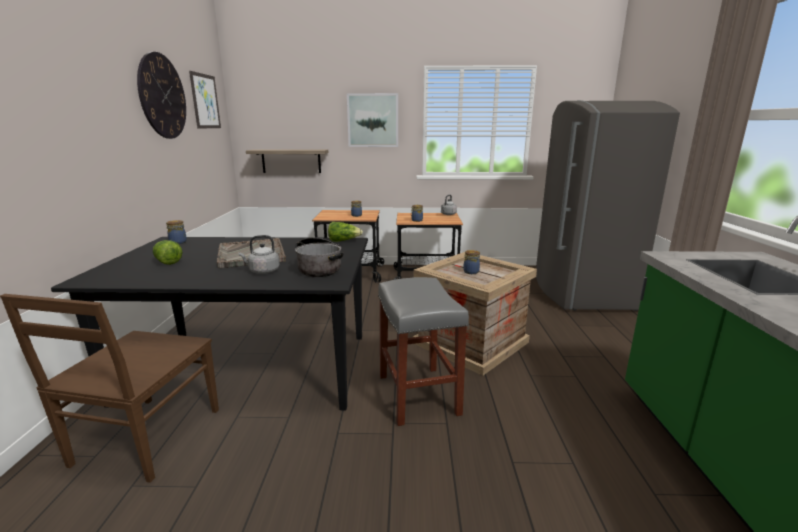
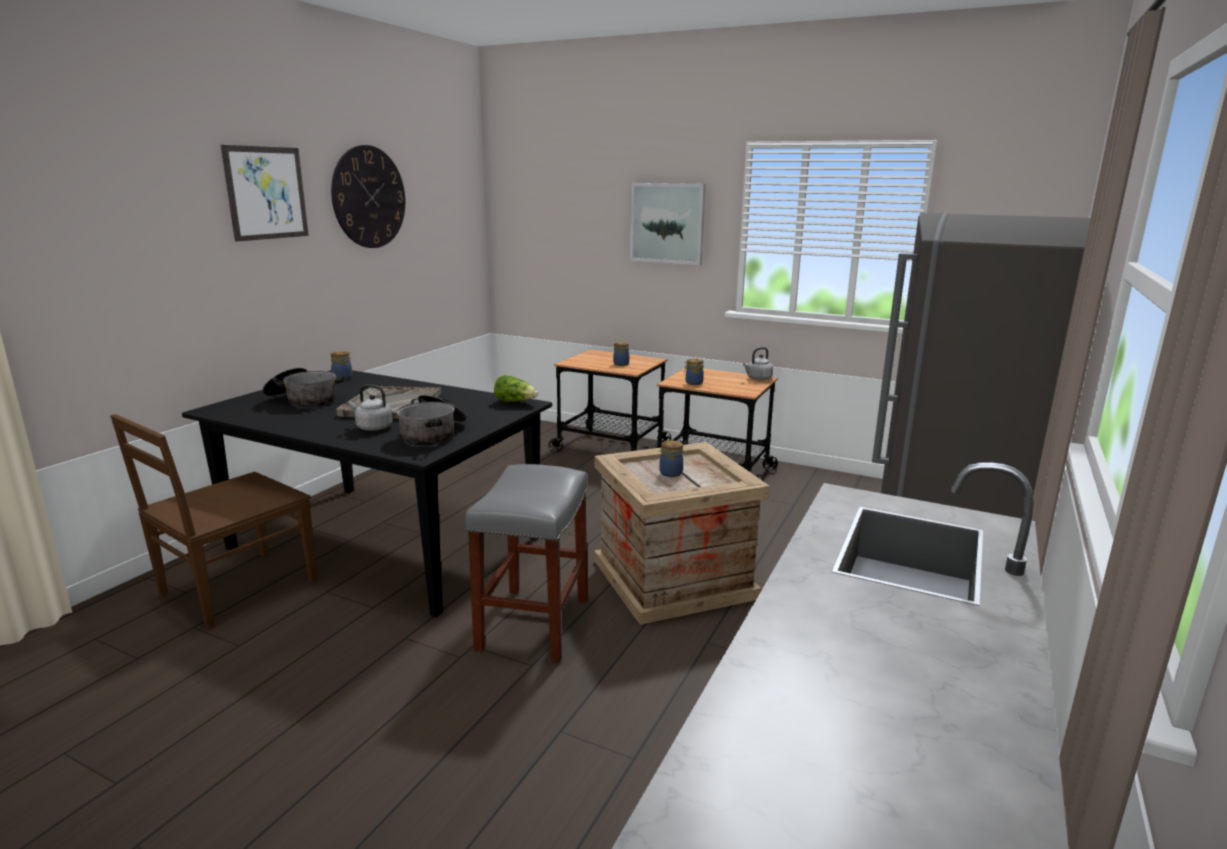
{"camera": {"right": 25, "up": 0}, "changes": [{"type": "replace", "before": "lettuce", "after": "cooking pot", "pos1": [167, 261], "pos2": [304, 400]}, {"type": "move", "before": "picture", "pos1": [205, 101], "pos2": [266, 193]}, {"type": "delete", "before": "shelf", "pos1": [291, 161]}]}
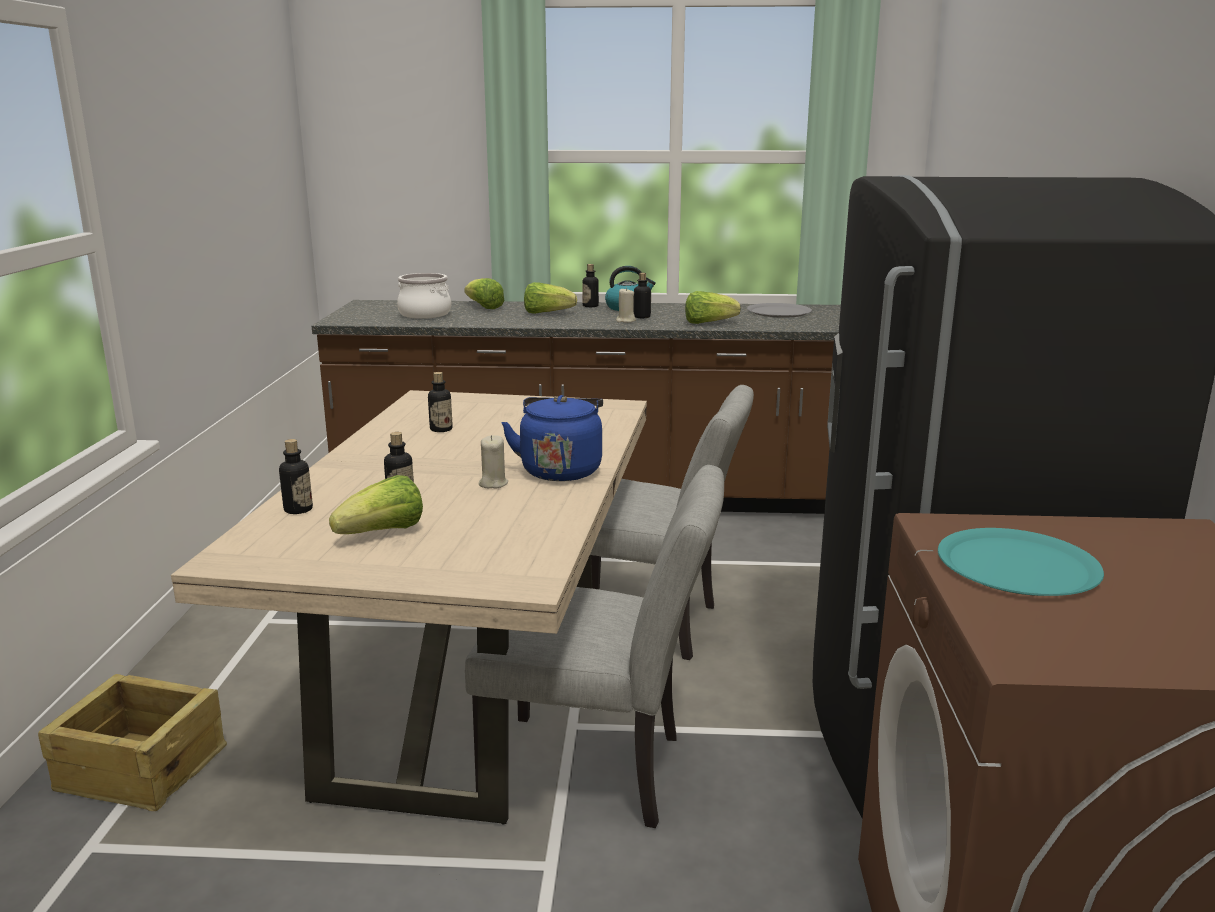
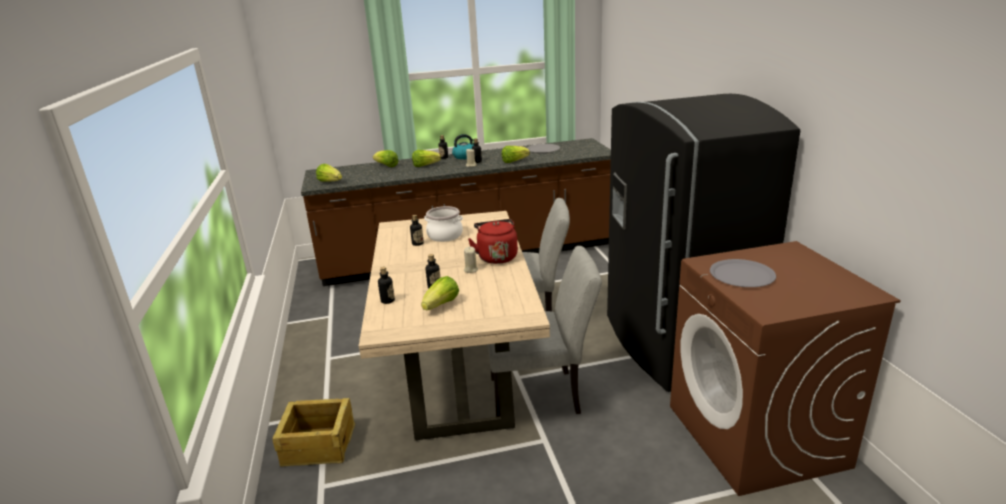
{"camera": {"right": -15, "up": 5}, "changes": [{"type": "move", "before": "cooking pot", "pos1": [424, 314], "pos2": [445, 236]}, {"type": "recolor", "before": "blue kettle", "after": "red kettle", "pos1": [561, 470], "pos2": [496, 257]}, {"type": "recolor", "before": "turquoise plate", "after": "grey plate", "pos1": [1017, 565], "pos2": [742, 275]}, {"type": "insert", "after": "lettuce", "pos2": [330, 182]}]}
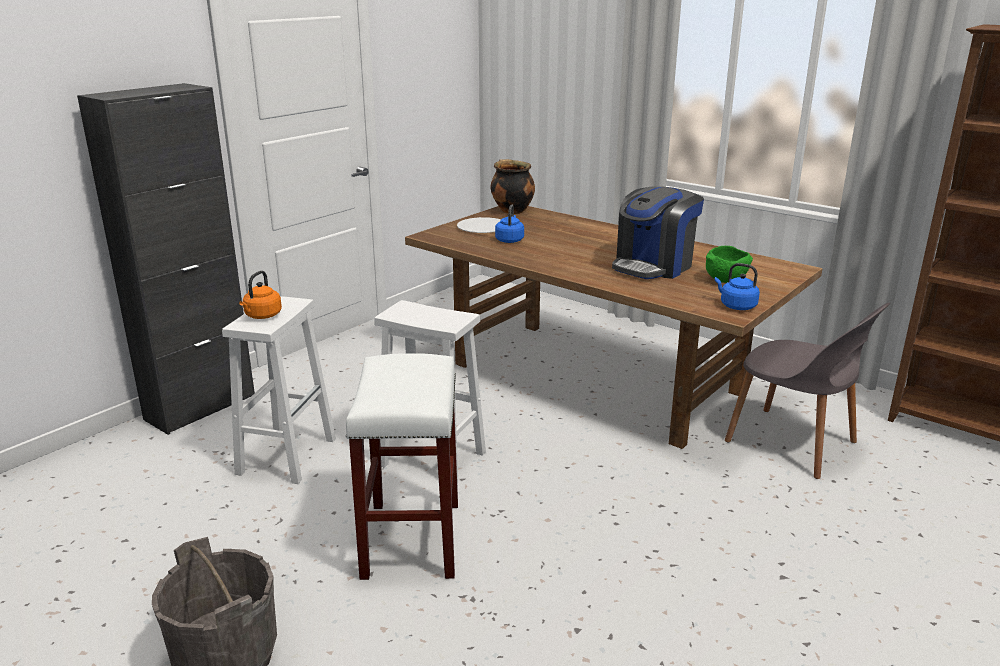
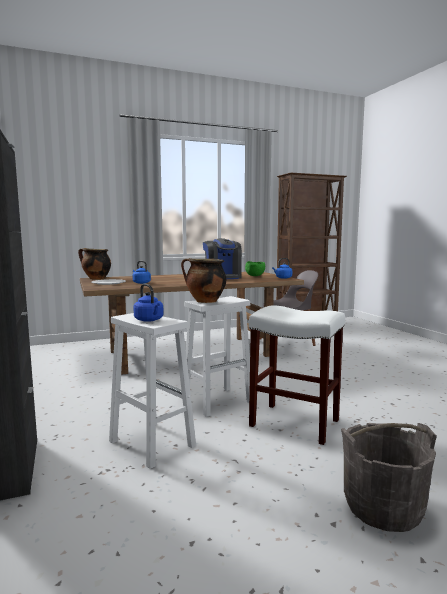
{"camera": {"right": -60, "up": -15}, "changes": [{"type": "recolor", "before": "orange kettle", "after": "blue kettle", "pos1": [262, 316], "pos2": [149, 320]}, {"type": "insert", "after": "cooking pot", "pos2": [205, 301]}]}
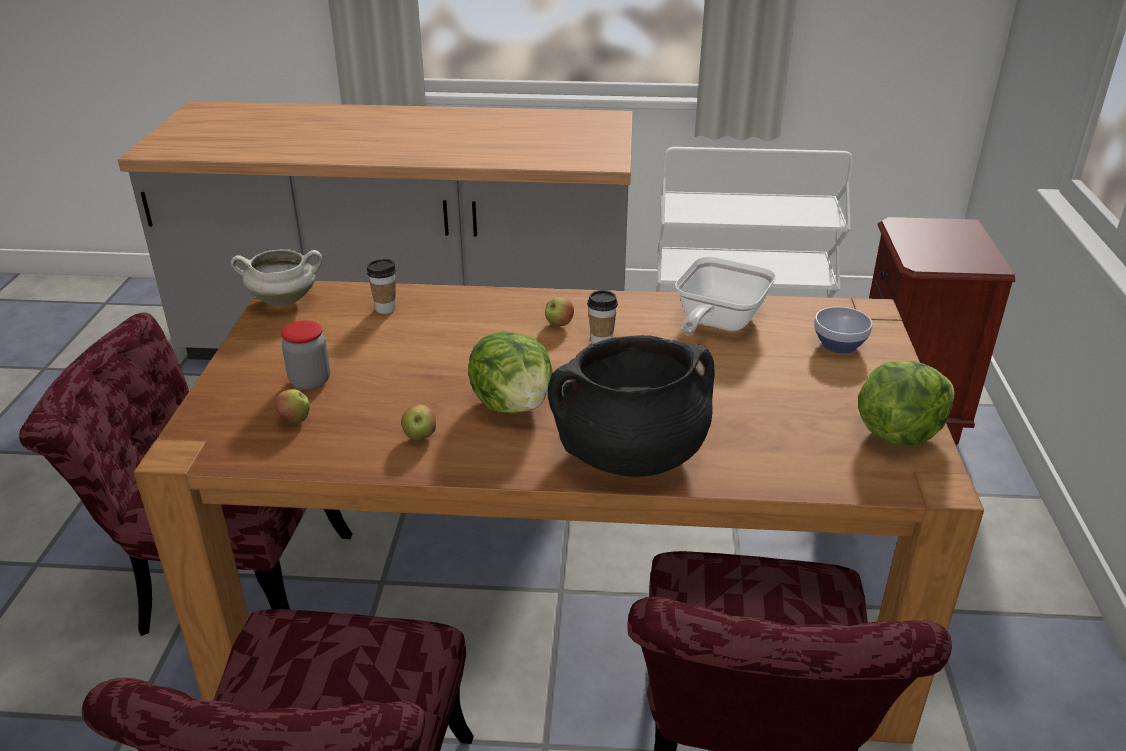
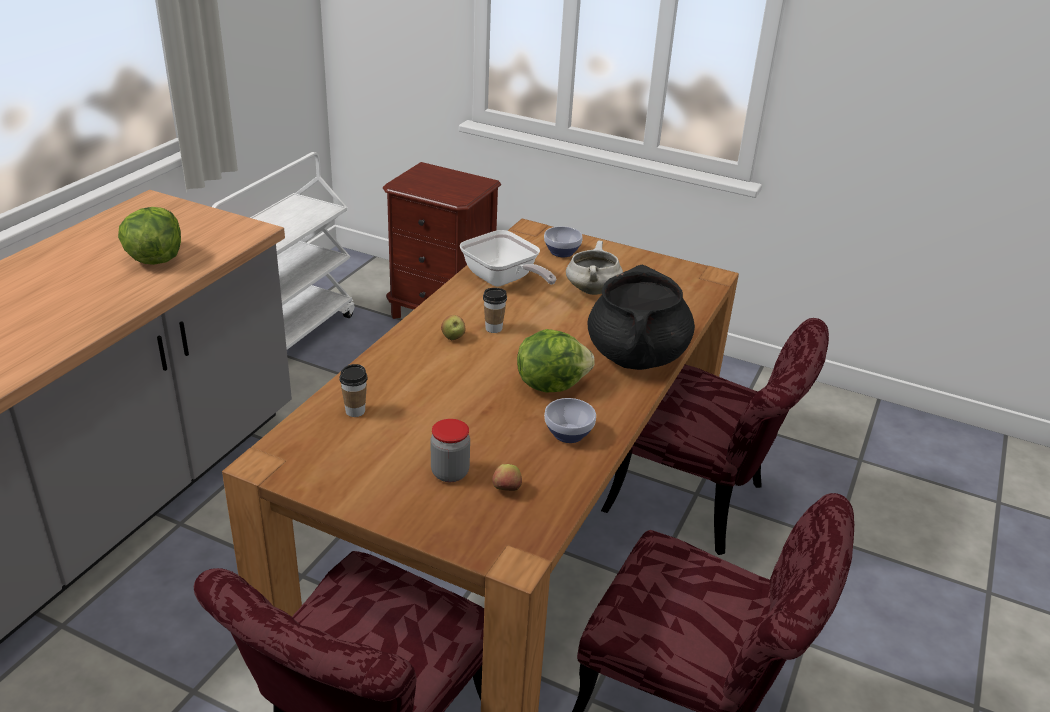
{"camera": {"right": -70, "up": 0}, "changes": [{"type": "move", "before": "white cooking pot", "pos1": [284, 300], "pos2": [591, 290]}, {"type": "replace", "before": "apple", "after": "bowl", "pos1": [420, 436], "pos2": [567, 433]}, {"type": "move", "before": "lettuce", "pos1": [898, 432], "pos2": [155, 259]}]}
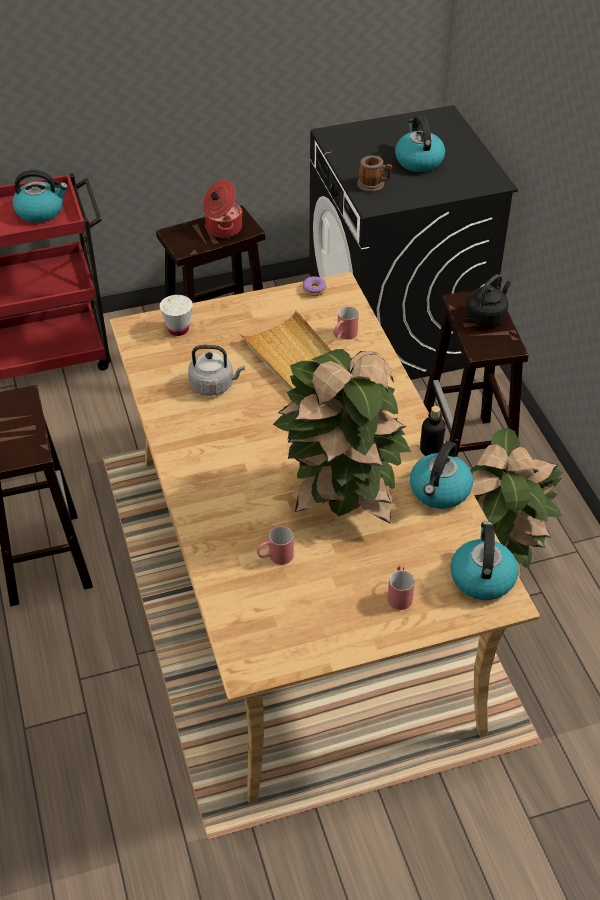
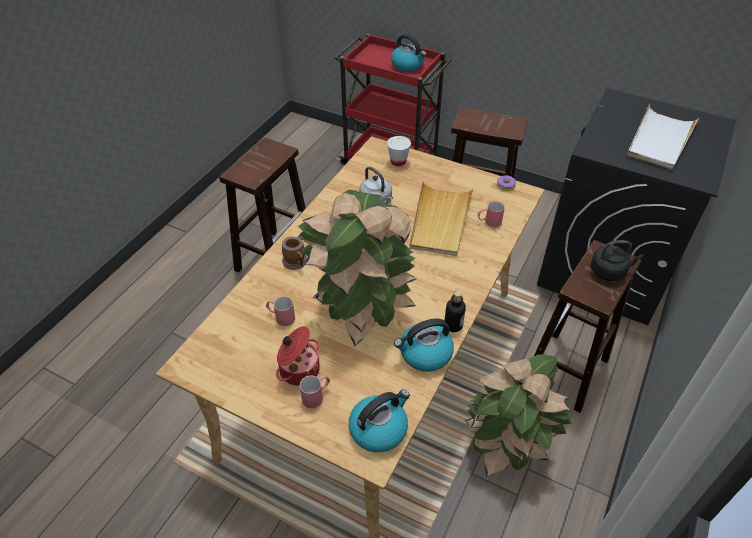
{"camera": {"right": 45, "up": 0}, "changes": [{"type": "move", "before": "cooking pot", "pos1": [222, 228], "pos2": [298, 369]}, {"type": "move", "before": "mug", "pos1": [374, 185], "pos2": [296, 262]}, {"type": "replace", "before": "kettle", "after": "white tray", "pos1": [418, 160], "pos2": [660, 140]}]}
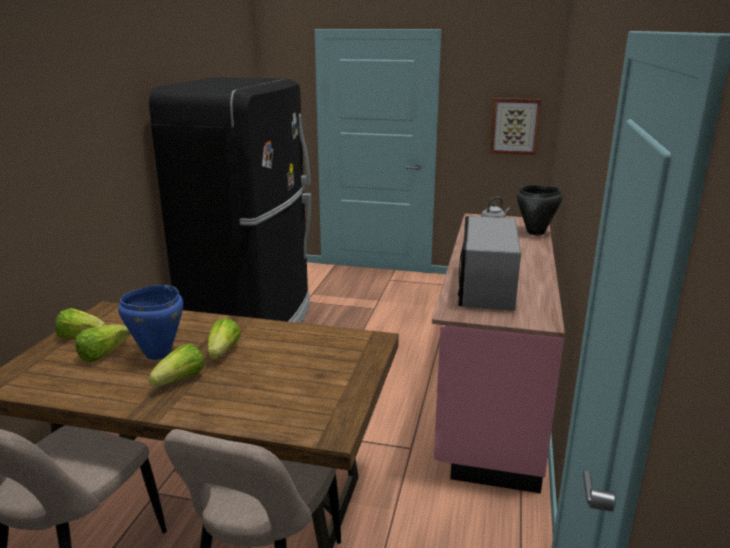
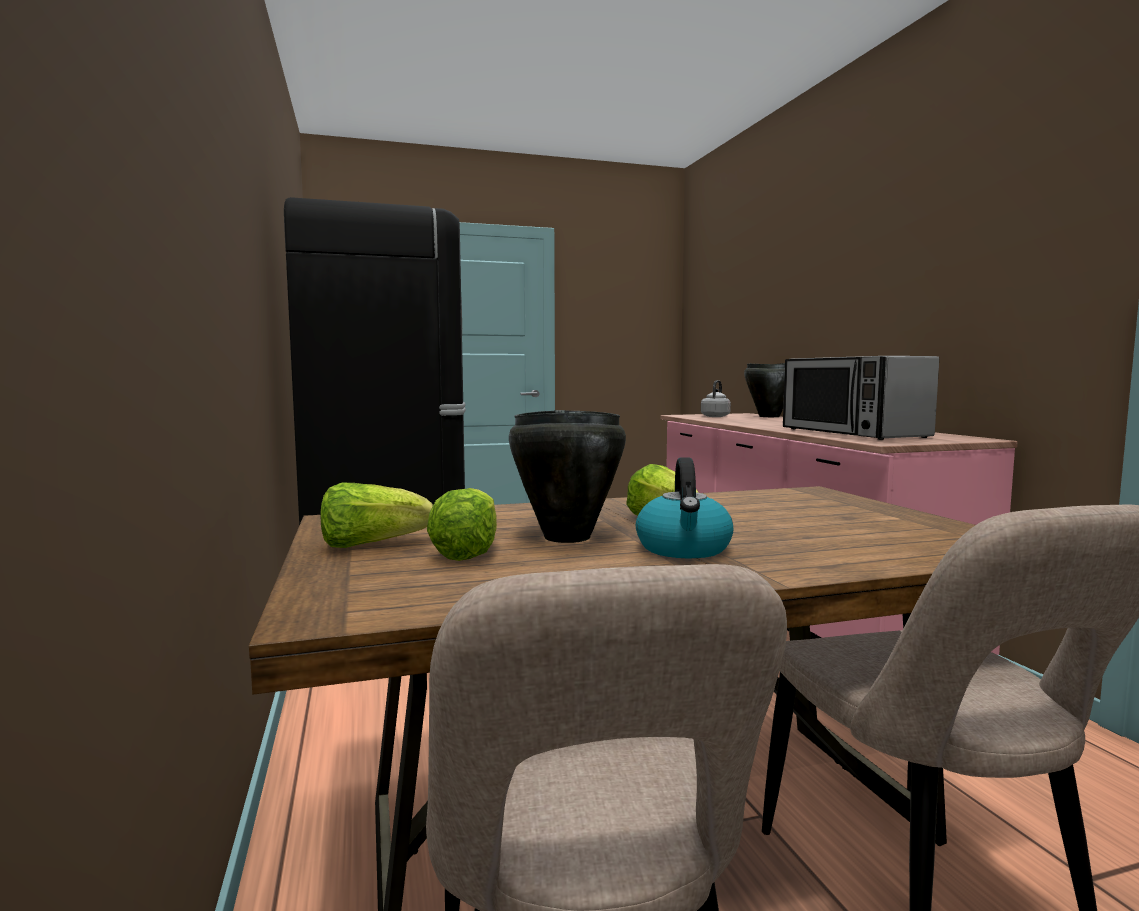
{"camera": {"right": -30, "up": -15}, "changes": [{"type": "recolor", "before": "blue cooking pot", "after": "black cooking pot", "pos1": [157, 354], "pos2": [566, 537]}, {"type": "replace", "before": "lettuce", "after": "kettle", "pos1": [180, 380], "pos2": [684, 549]}, {"type": "delete", "before": "picture", "pos1": [515, 126]}]}
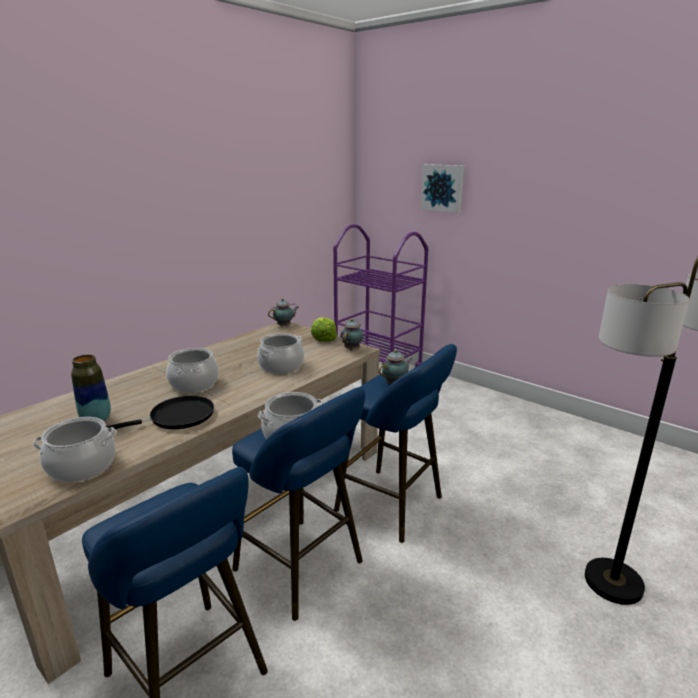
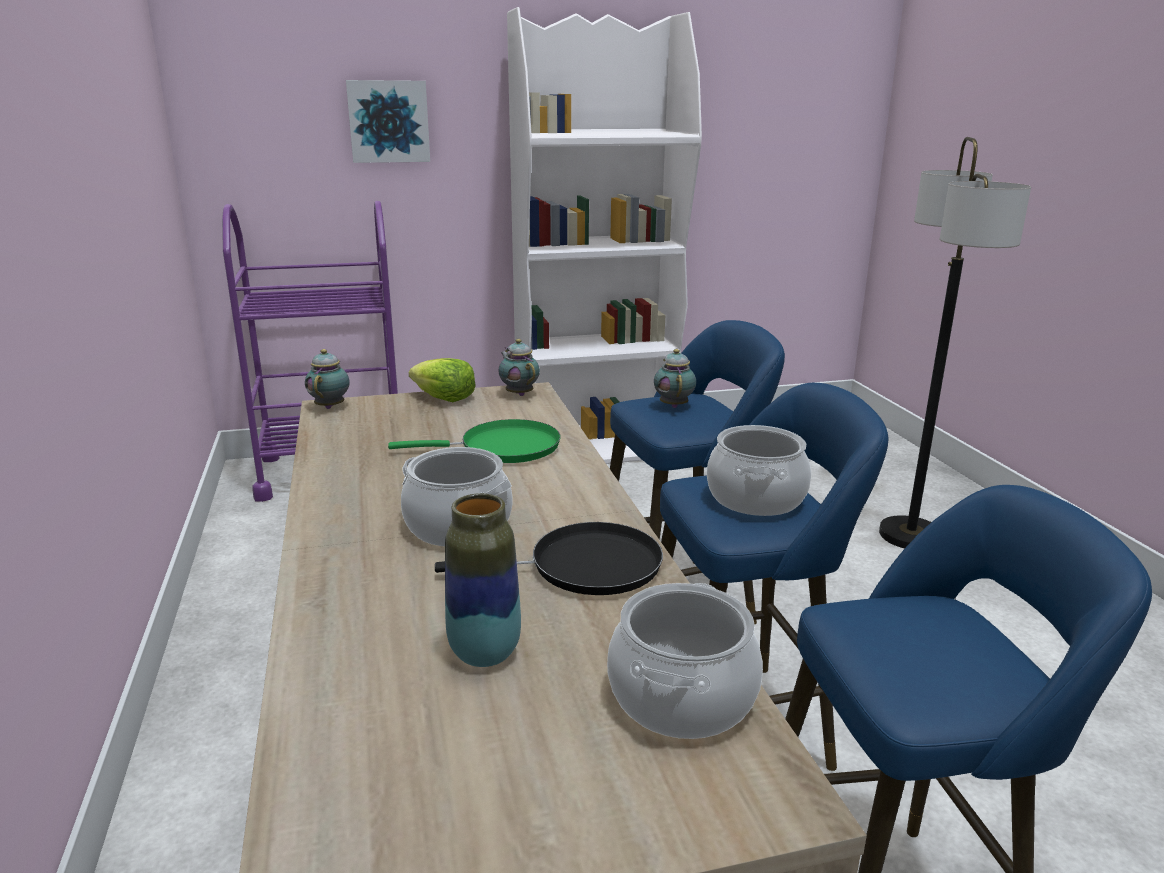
{"camera": {"right": -55, "up": 0}, "changes": [{"type": "rotate", "before": "black frying pan", "pos1": [177, 417], "pos2": [586, 567], "turn": 75}, {"type": "replace", "before": "cooking pot", "after": "green frying pan", "pos1": [281, 366], "pos2": [503, 448]}, {"type": "insert", "after": "white bookcase", "pos2": [599, 446]}]}
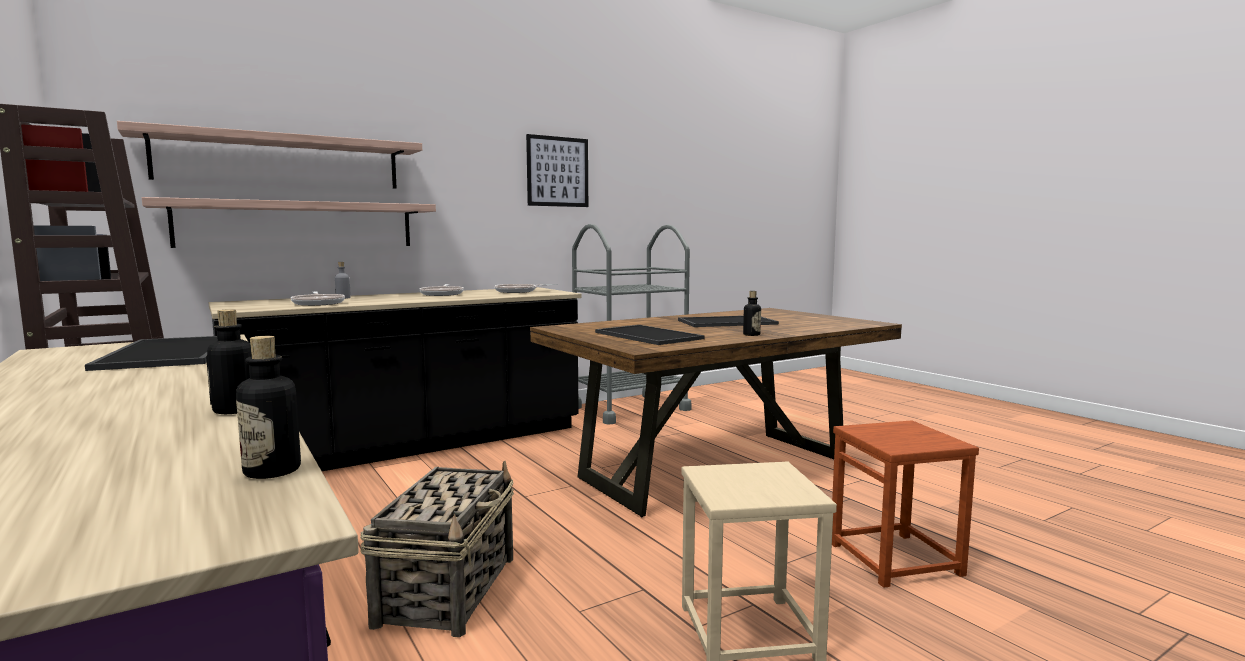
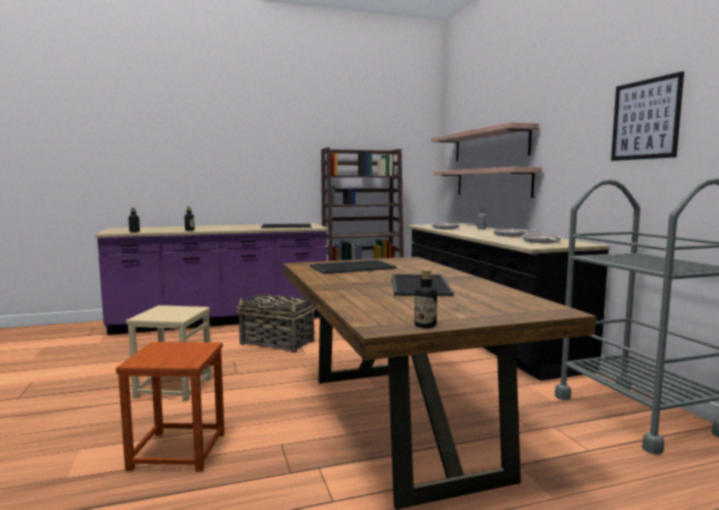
{"camera": {"right": 105, "up": 0}, "changes": [{"type": "move", "before": "bottle", "pos1": [751, 334], "pos2": [425, 325]}]}
